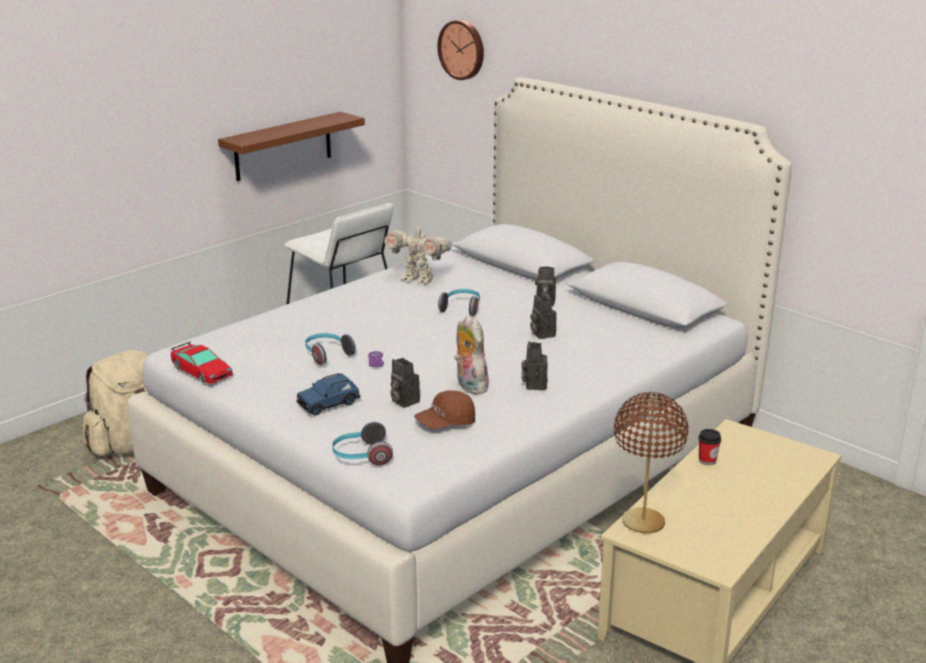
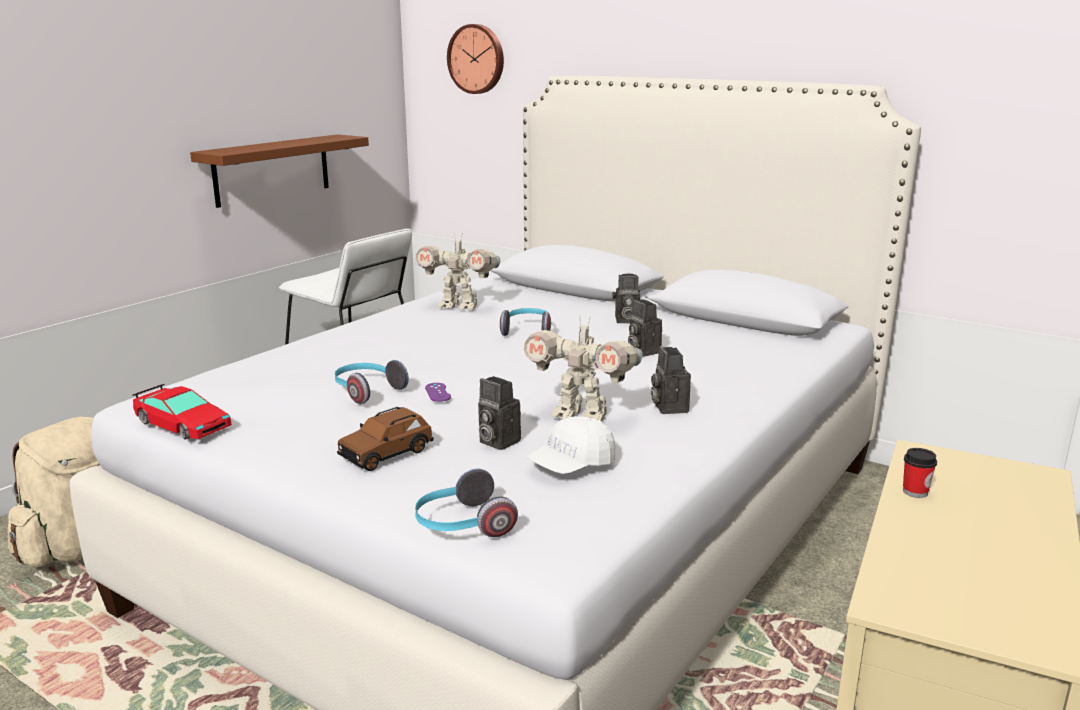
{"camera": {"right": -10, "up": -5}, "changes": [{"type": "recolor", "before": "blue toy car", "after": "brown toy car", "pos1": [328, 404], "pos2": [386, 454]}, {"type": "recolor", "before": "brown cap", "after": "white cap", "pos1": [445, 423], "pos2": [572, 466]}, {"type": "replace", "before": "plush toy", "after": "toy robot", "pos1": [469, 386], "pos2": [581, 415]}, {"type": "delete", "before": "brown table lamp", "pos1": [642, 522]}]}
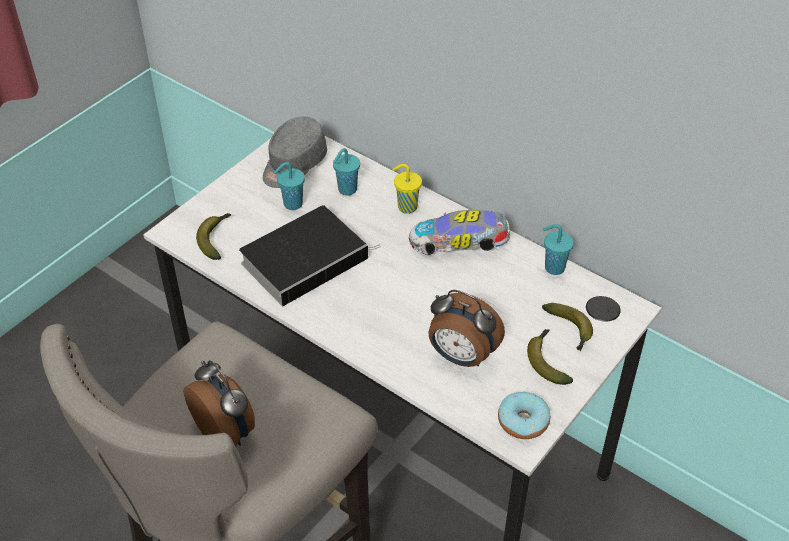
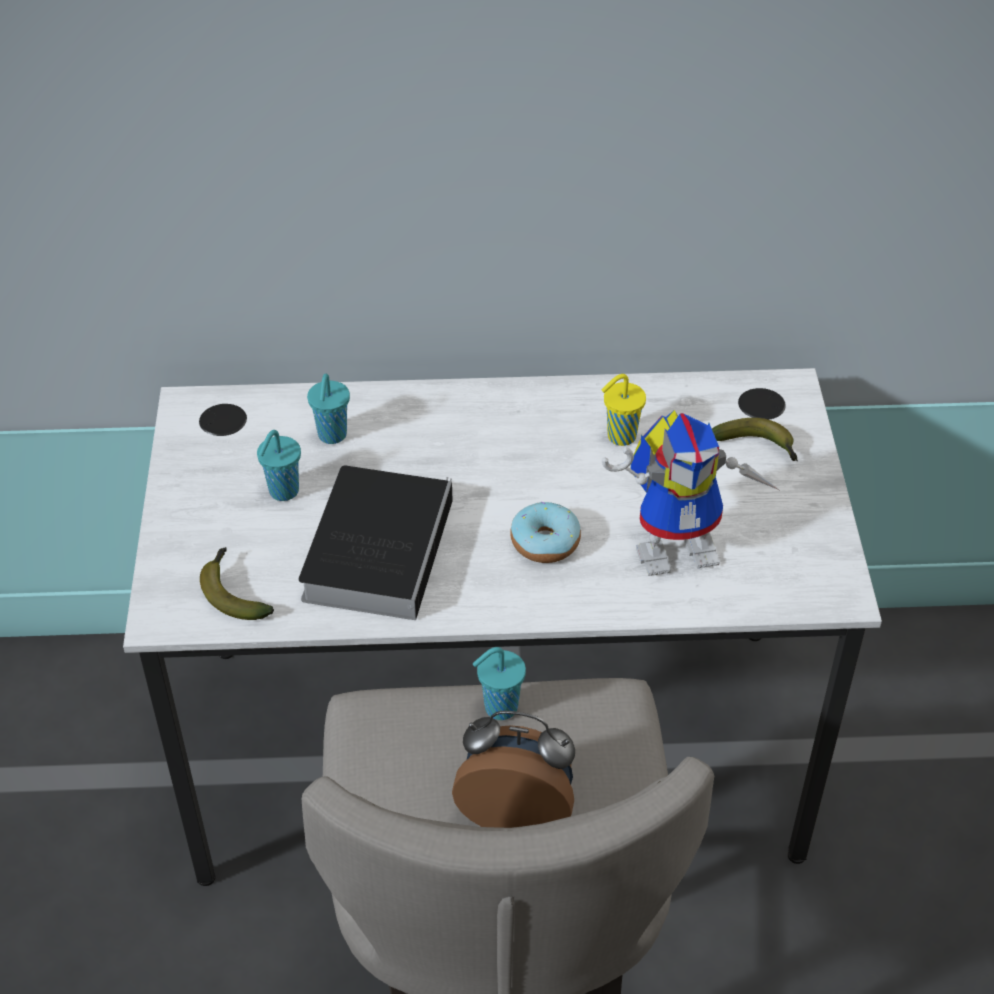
{"camera": {"right": -40, "up": 0}, "changes": [{"type": "delete", "before": "grey cap", "pos1": [293, 165]}, {"type": "move", "before": "yellow cup", "pos1": [406, 207], "pos2": [619, 437]}, {"type": "delete", "before": "toy car", "pos1": [460, 244]}, {"type": "replace", "before": "alarm clock", "after": "toy robot", "pos1": [461, 357], "pos2": [680, 546]}, {"type": "move", "before": "donut", "pos1": [523, 421], "pos2": [545, 542]}, {"type": "delete", "before": "banana", "pos1": [547, 361]}, {"type": "move", "before": "turquoise cup", "pos1": [553, 267], "pos2": [498, 708]}]}
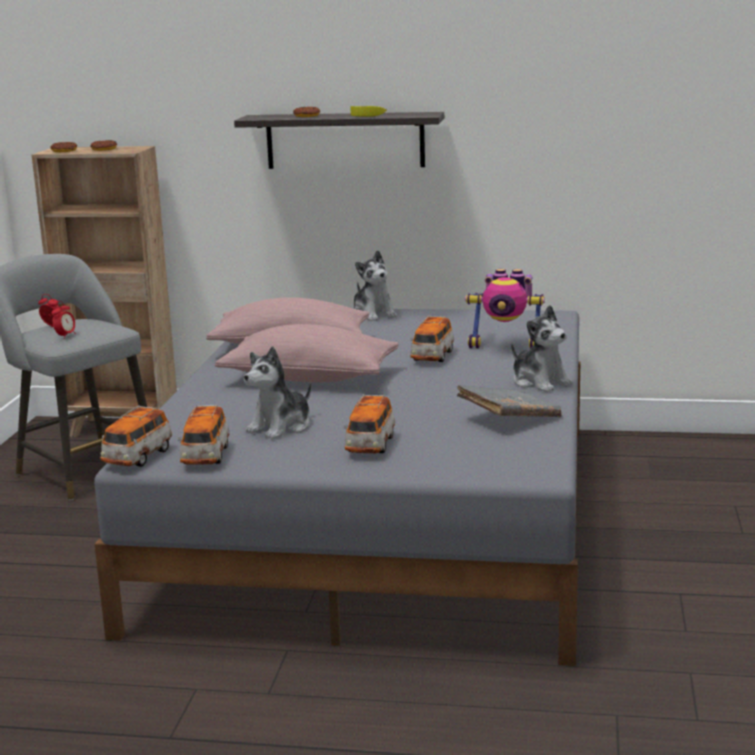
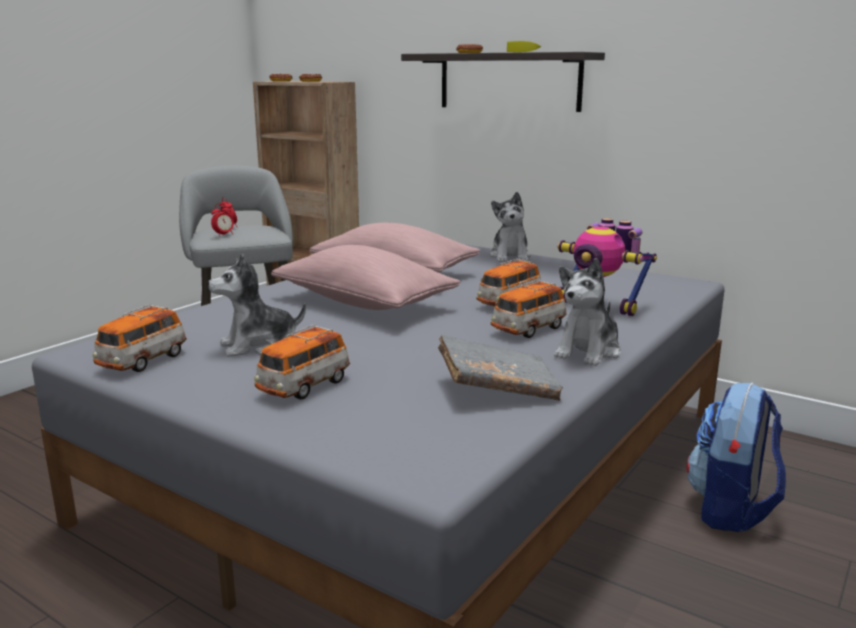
{"camera": {"right": 25, "up": 0}, "changes": [{"type": "move", "before": "toy car", "pos1": [138, 458], "pos2": [528, 329]}, {"type": "rotate", "before": "plush toy", "pos1": [540, 382], "pos2": [588, 352], "turn": 45}, {"type": "insert", "after": "backpack", "pos2": [731, 510]}]}
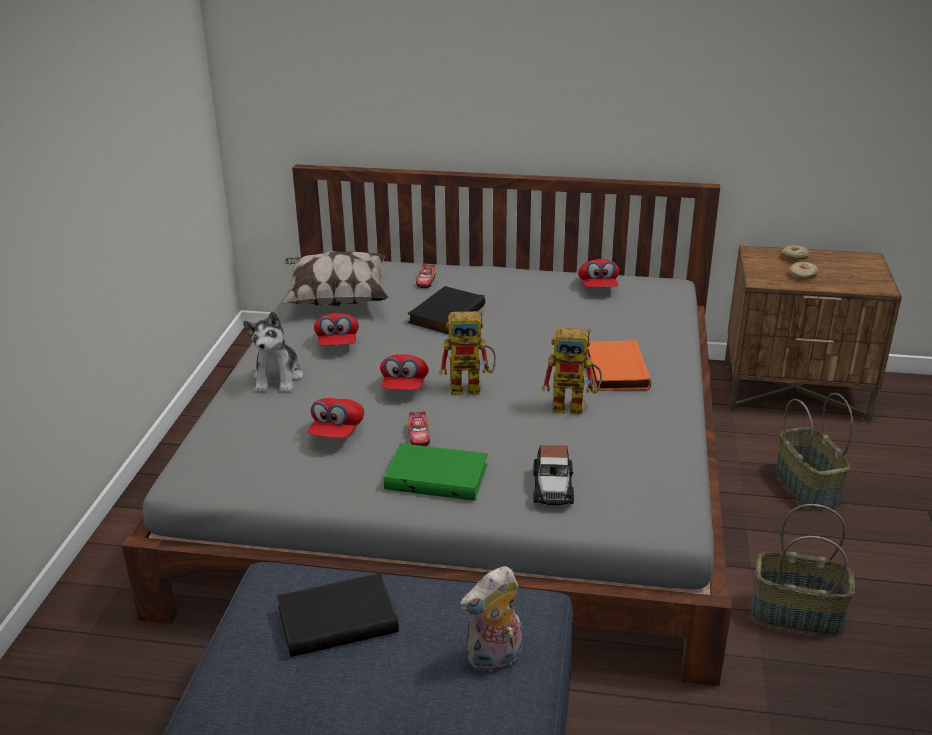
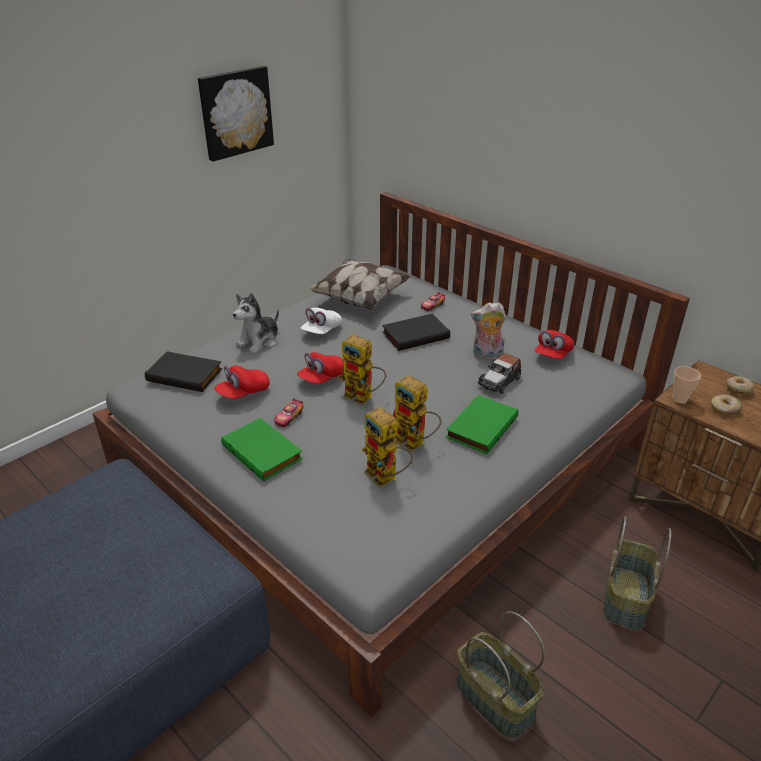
{"camera": {"right": 35, "up": 5}, "changes": [{"type": "move", "before": "black book", "pos1": [338, 618], "pos2": [186, 374]}, {"type": "recolor", "before": "red cap", "after": "white cap", "pos1": [337, 343], "pos2": [321, 331]}, {"type": "move", "before": "plush toy", "pos1": [494, 659], "pos2": [487, 355]}, {"type": "move", "before": "toy car", "pos1": [552, 488], "pos2": [499, 381]}, {"type": "recolor", "before": "orange book", "after": "green book", "pos1": [614, 370], "pos2": [480, 426]}, {"type": "insert", "after": "picture", "pos2": [235, 112]}, {"type": "insert", "after": "toy robot", "pos2": [386, 477]}, {"type": "insert", "after": "cup", "pos2": [679, 399]}]}
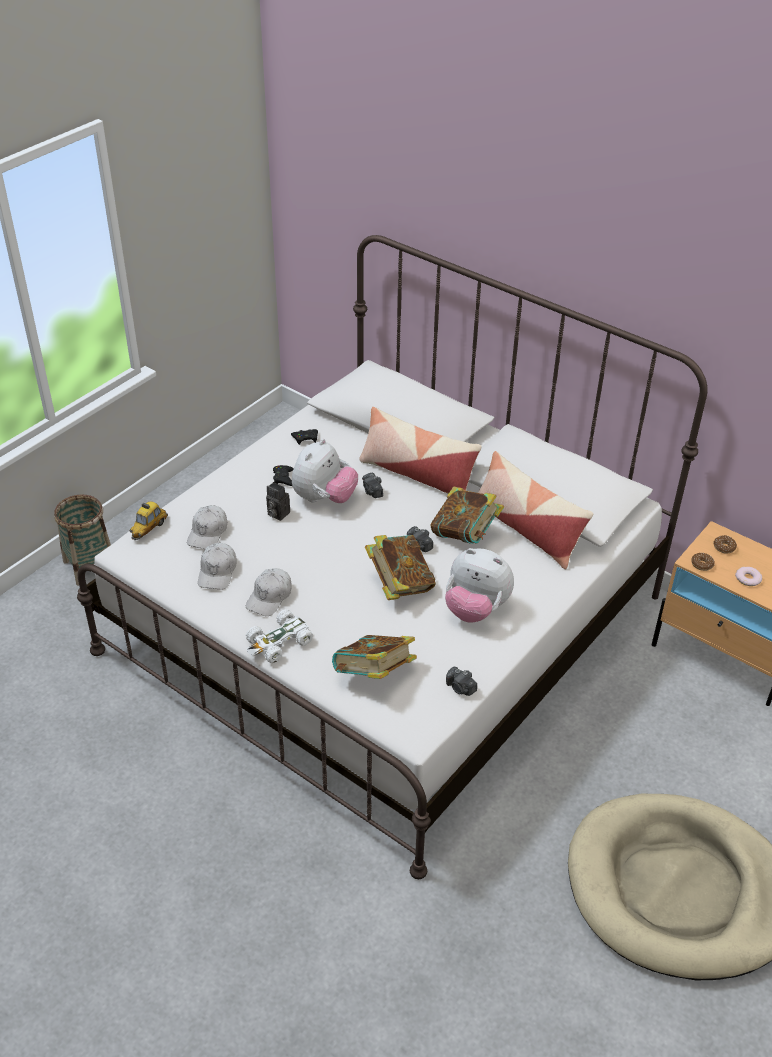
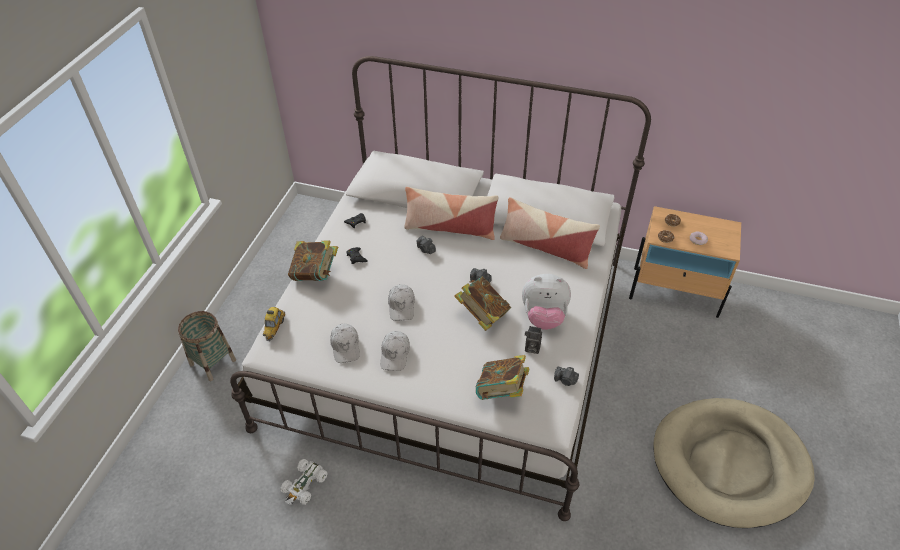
{"camera": {"right": -20, "up": 5}, "changes": [{"type": "move", "before": "white cap", "pos1": [208, 533], "pos2": [402, 306]}, {"type": "move", "before": "white toy car", "pos1": [279, 642], "pos2": [304, 485]}, {"type": "move", "before": "photo camera", "pos1": [277, 513], "pos2": [531, 348]}, {"type": "delete", "before": "plush toy", "pos1": [324, 498]}, {"type": "move", "before": "book", "pos1": [465, 535], "pos2": [315, 274]}]}
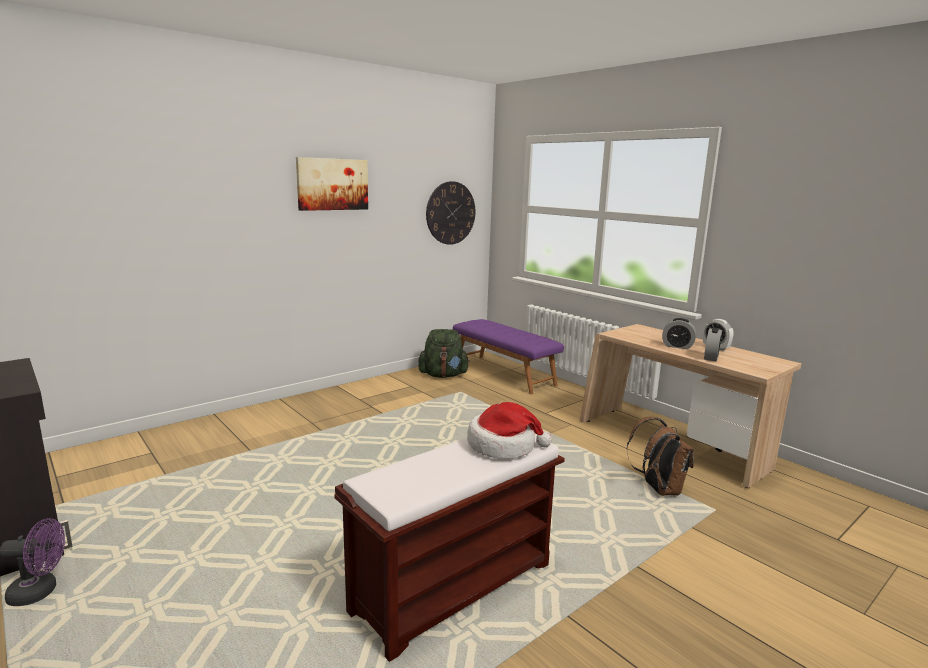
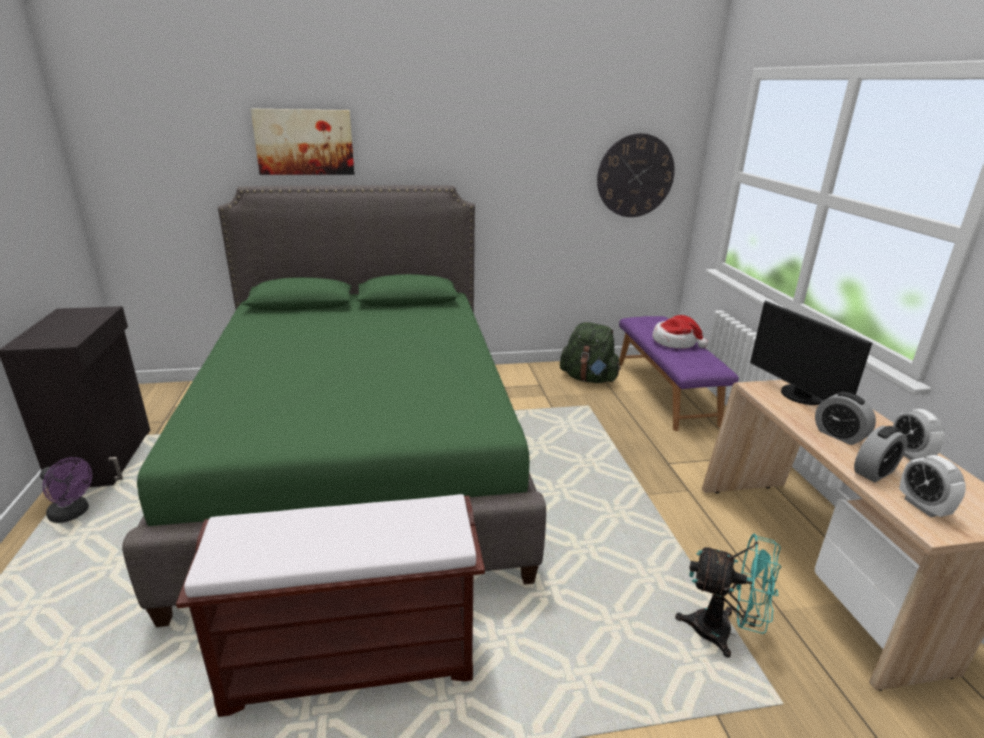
{"camera": {"right": 30, "up": 10}, "changes": [{"type": "move", "before": "picture", "pos1": [332, 184], "pos2": [304, 142]}, {"type": "move", "before": "hat", "pos1": [503, 445], "pos2": [675, 342]}, {"type": "replace", "before": "brown backpack", "after": "turquoise fan", "pos1": [658, 489], "pos2": [722, 632]}, {"type": "insert", "after": "green bed", "pos2": [361, 458]}, {"type": "insert", "after": "monitor", "pos2": [799, 396]}, {"type": "insert", "after": "alarm clock", "pos2": [922, 506]}]}
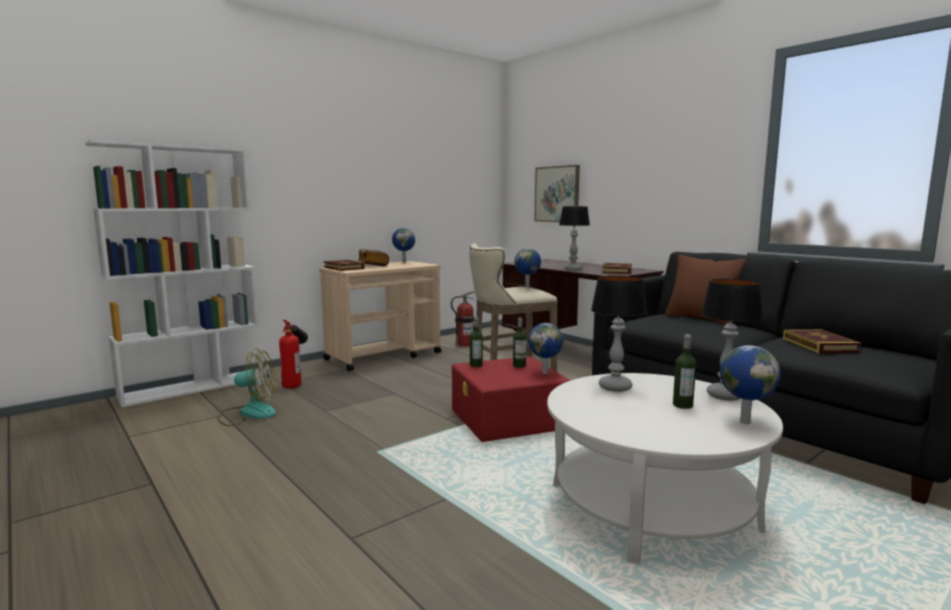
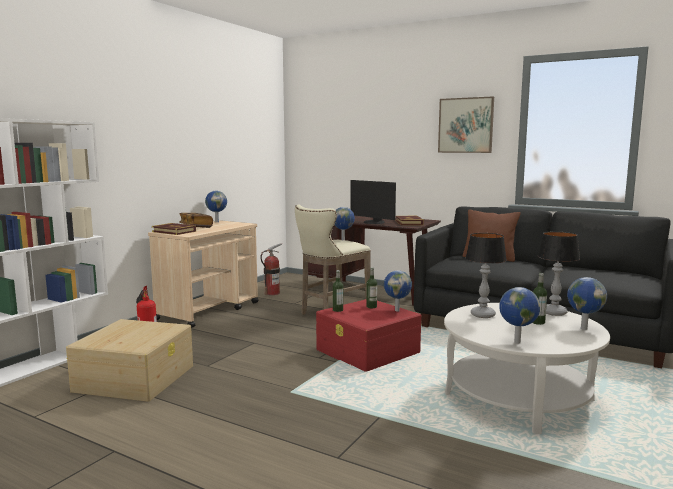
{"camera": {"right": -20, "up": 0}, "changes": [{"type": "replace", "before": "fan", "after": "beige storage box", "pos1": [248, 413], "pos2": [135, 378]}, {"type": "move", "before": "picture", "pos1": [557, 194], "pos2": [465, 125]}, {"type": "replace", "before": "table lamp", "after": "monitor", "pos1": [573, 269], "pos2": [373, 222]}, {"type": "delete", "before": "book", "pos1": [819, 345]}, {"type": "insert", "after": "globe", "pos2": [516, 342]}]}
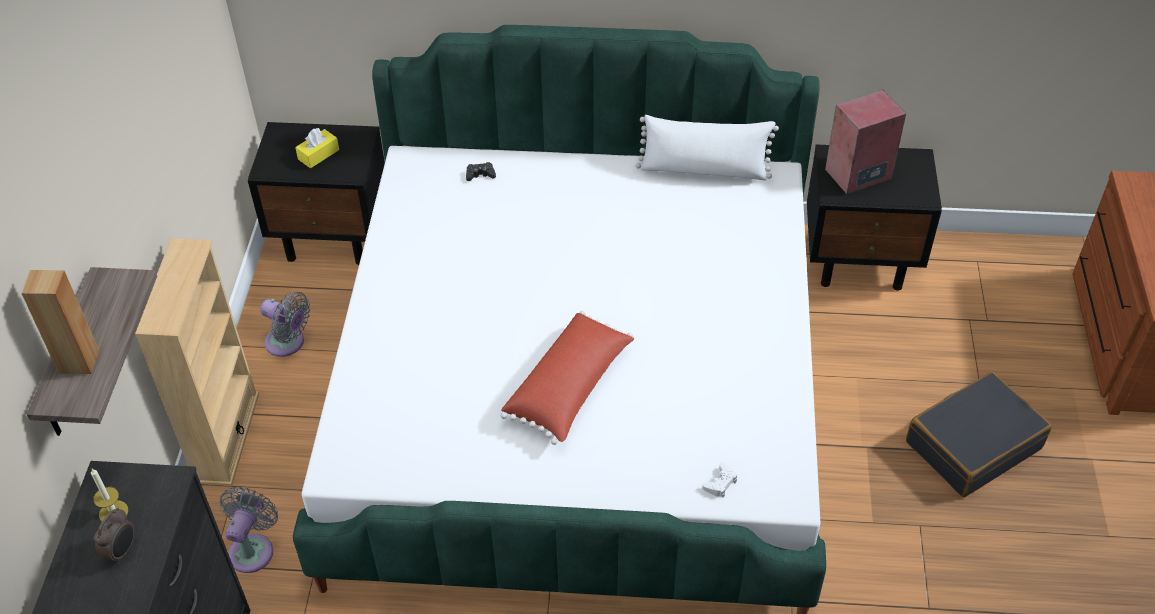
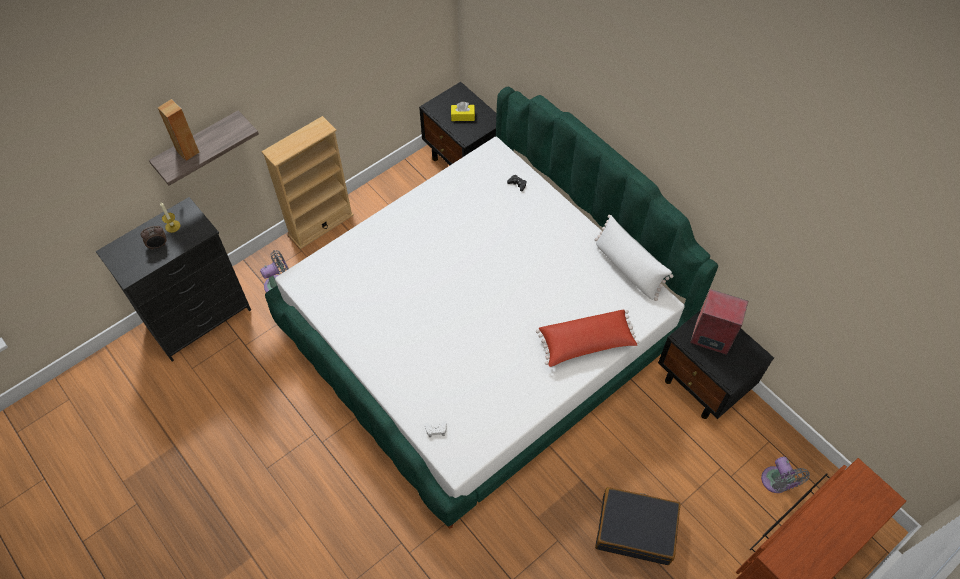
{"camera": {"right": 45, "up": 10}, "changes": [{"type": "move", "before": "grey fan", "pos1": [288, 343], "pos2": [776, 483]}, {"type": "move", "before": "red pillow", "pos1": [570, 388], "pos2": [586, 343]}]}
